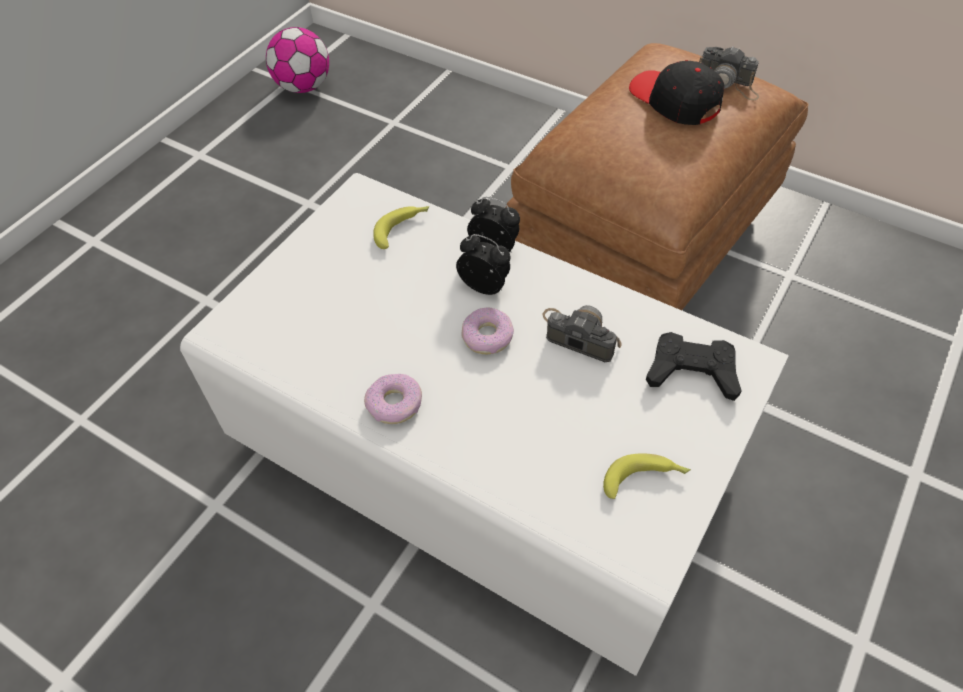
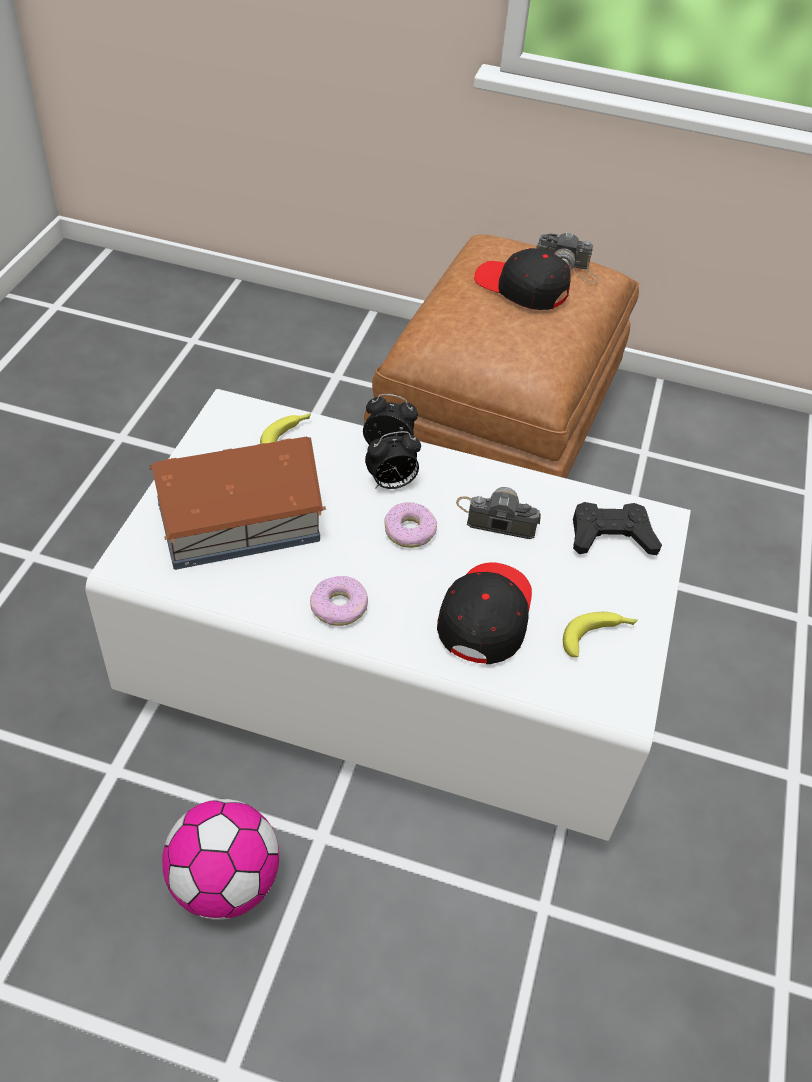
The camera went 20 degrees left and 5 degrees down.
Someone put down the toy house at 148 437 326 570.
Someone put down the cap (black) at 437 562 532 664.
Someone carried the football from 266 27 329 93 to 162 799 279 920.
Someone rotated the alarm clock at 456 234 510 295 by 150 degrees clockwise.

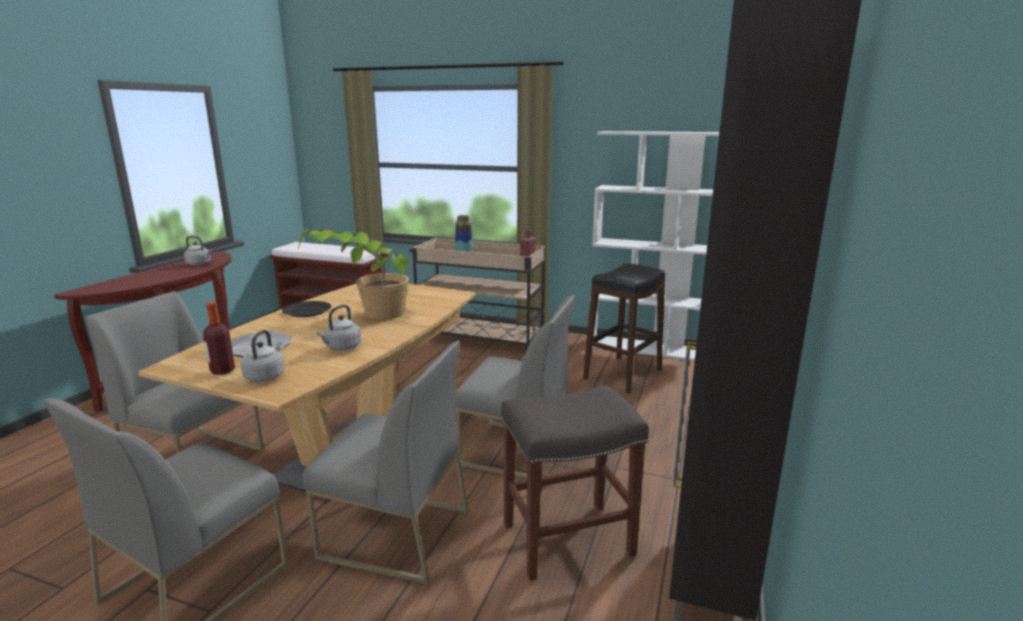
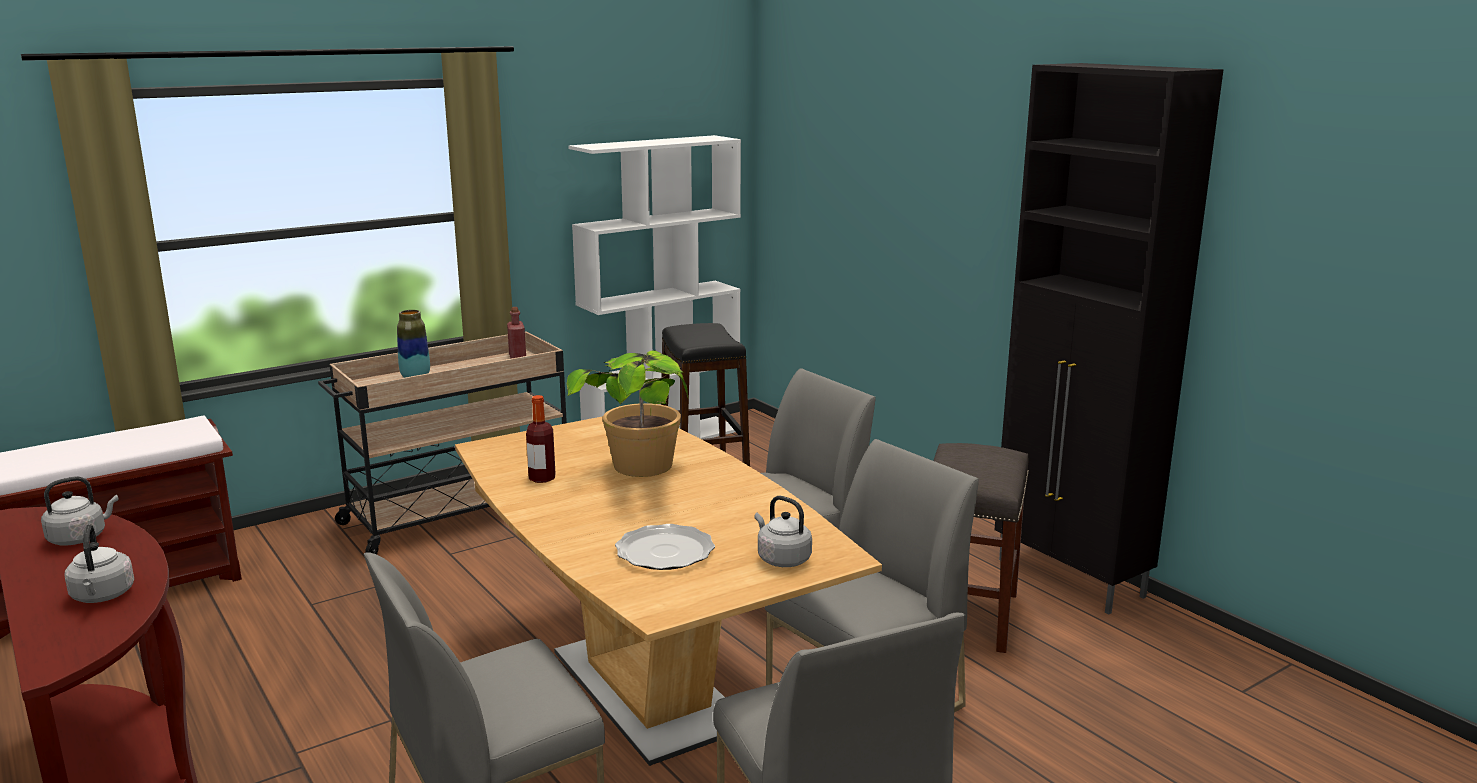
The camera went 55 degrees left and 0 degrees up.
Someone took away the plate (black) at 282 301 331 317.
Someone carried the bottle from 203 302 235 375 to 526 395 556 483.
Someone carried the kettle (grey) from 317 305 361 351 to 64 524 135 603.

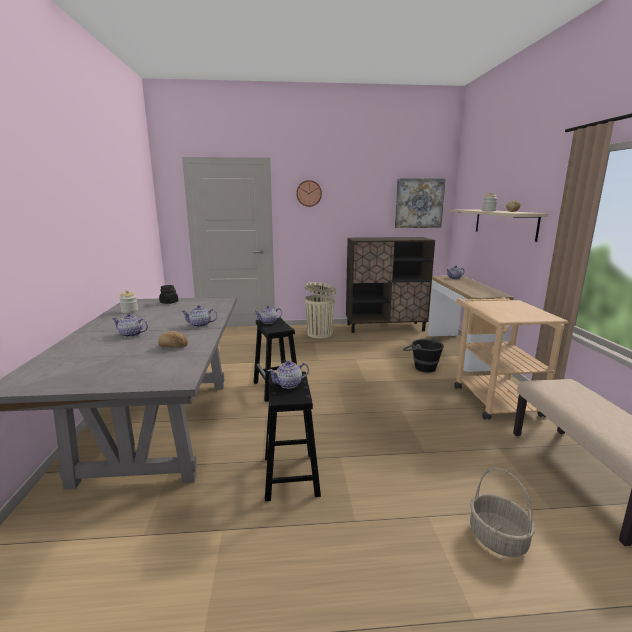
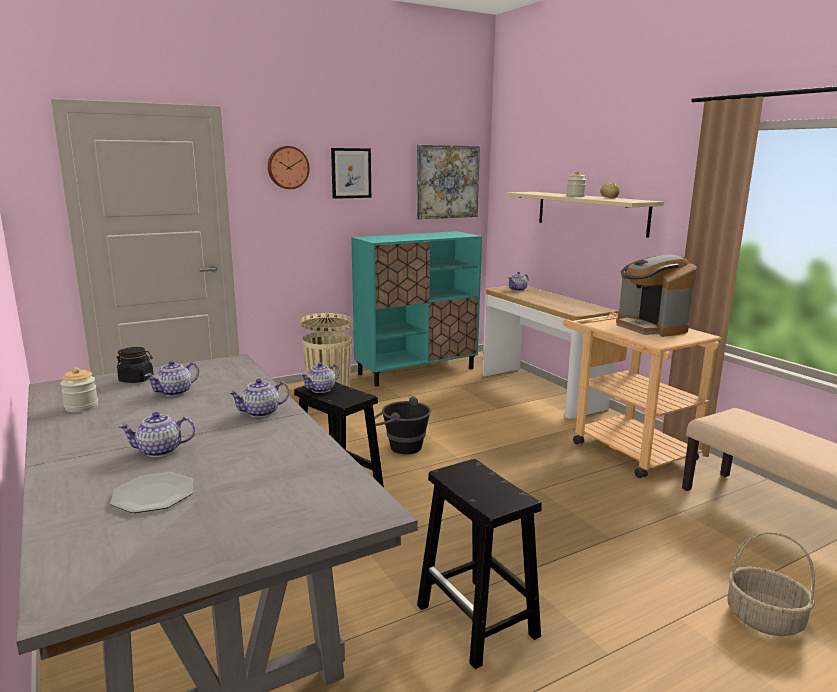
The camera went 25 degrees left and 0 degrees up.
Someone took away the bread at 158 331 188 348.
Someone put down the plate at 110 472 193 513.
Someone put up the picture at 331 148 371 199.
Someone put down the coffee machine at 616 255 697 337.
Someone carried the teapot from 267 361 309 389 to 145 361 199 396.
Someone carried the bucket (black) from 403 337 444 372 to 374 396 431 454.
Someone repainted the cabinet (brown) at 346 237 435 333, which became the cabinet (turquoise) at 351 231 482 387.

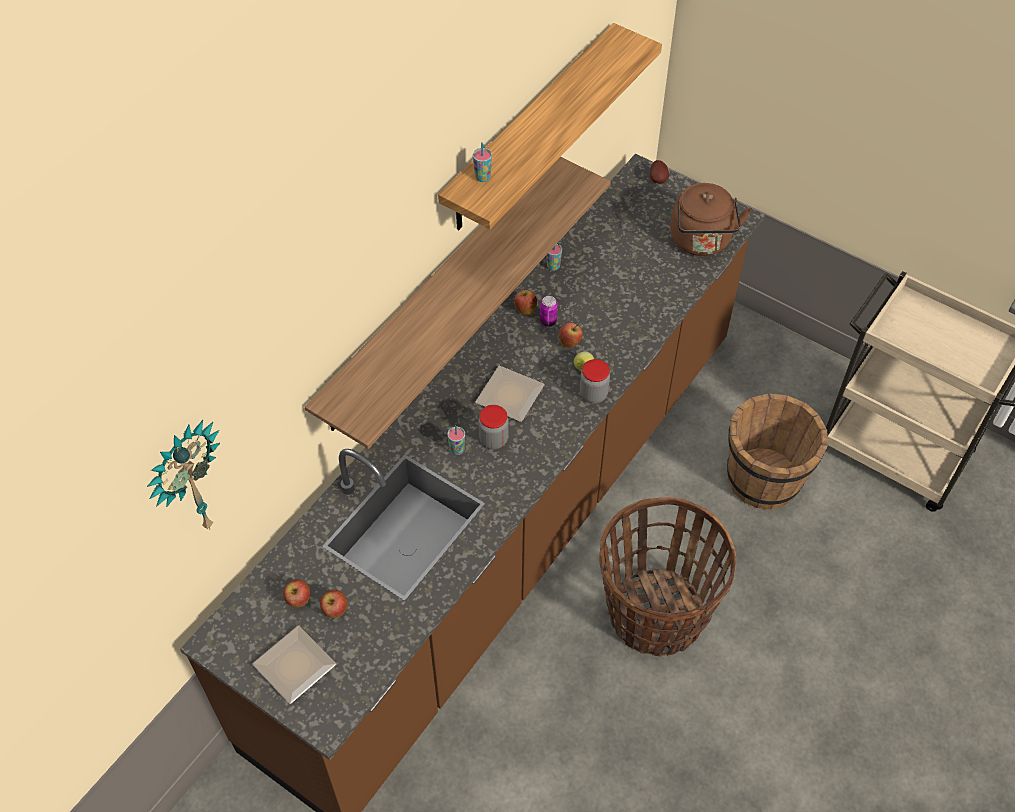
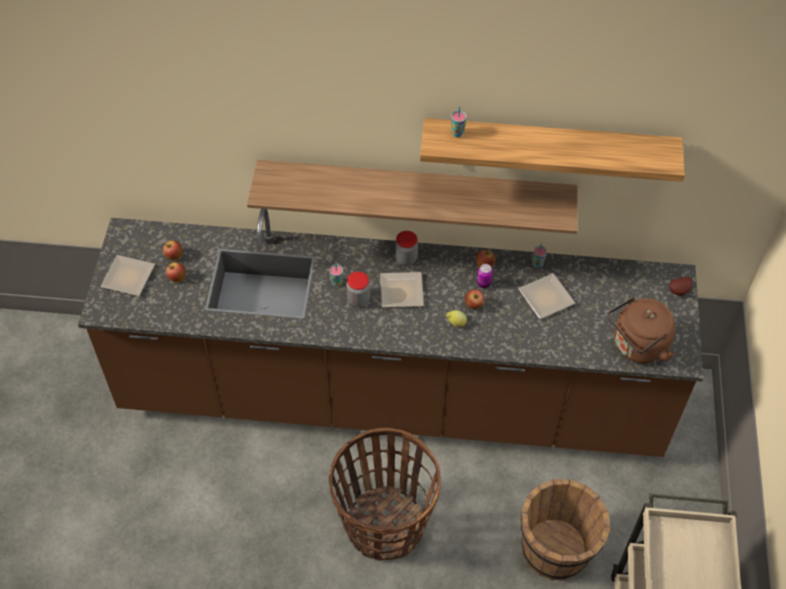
The camera went 60 degrees right and 0 degrees up.
Someone took away the wall clock at 147 420 220 529.
Someone put down the plate at 518 273 575 319.
Someone carried the jar from 580 359 610 403 to 395 231 418 266.

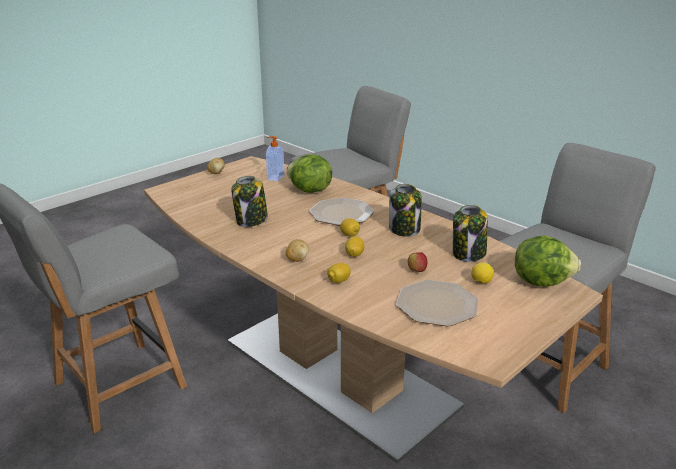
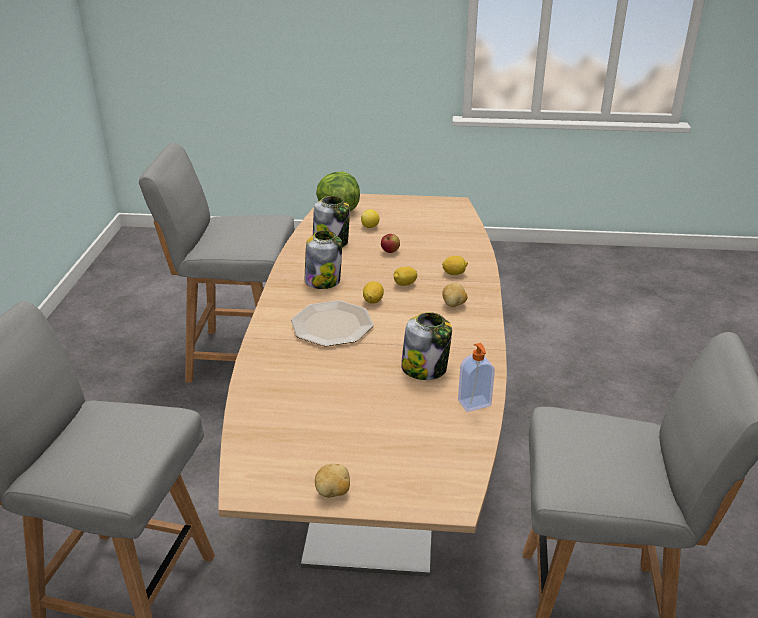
The camera went 130 degrees left and 5 degrees up.
Someone took away the lettuce at 286 154 332 193.
Someone took away the plate at 396 280 479 326.
Someone carried the soap dispenser from 266 136 284 181 to 458 343 495 412.

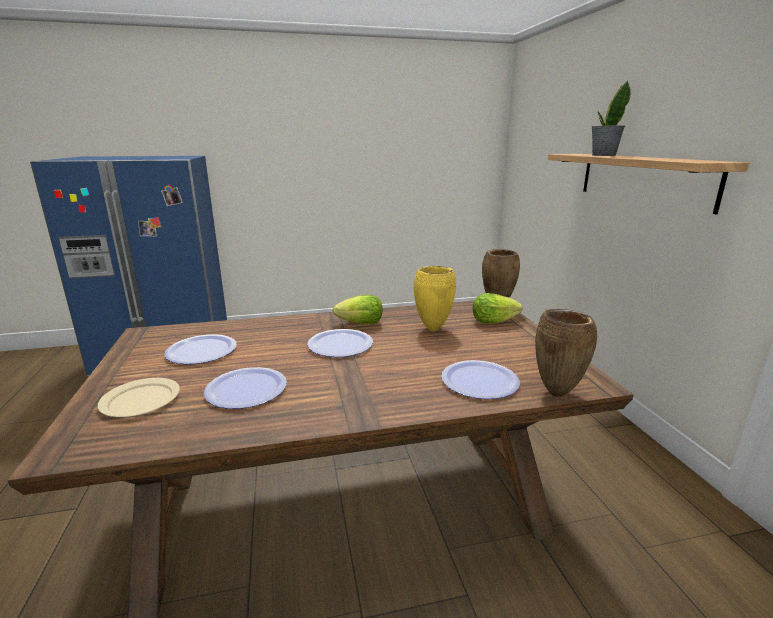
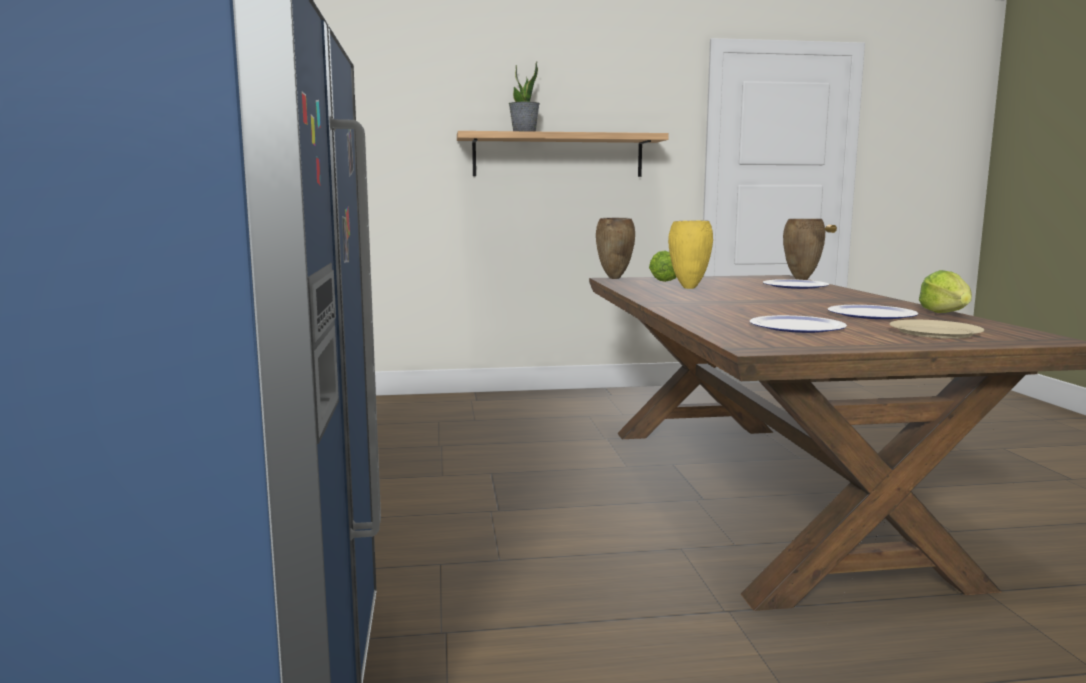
The camera went 85 degrees left and 10 degrees down.
Someone took away the plate at 307 329 373 357.
Someone carried the lettuce from 333 295 382 324 to 919 270 972 313.

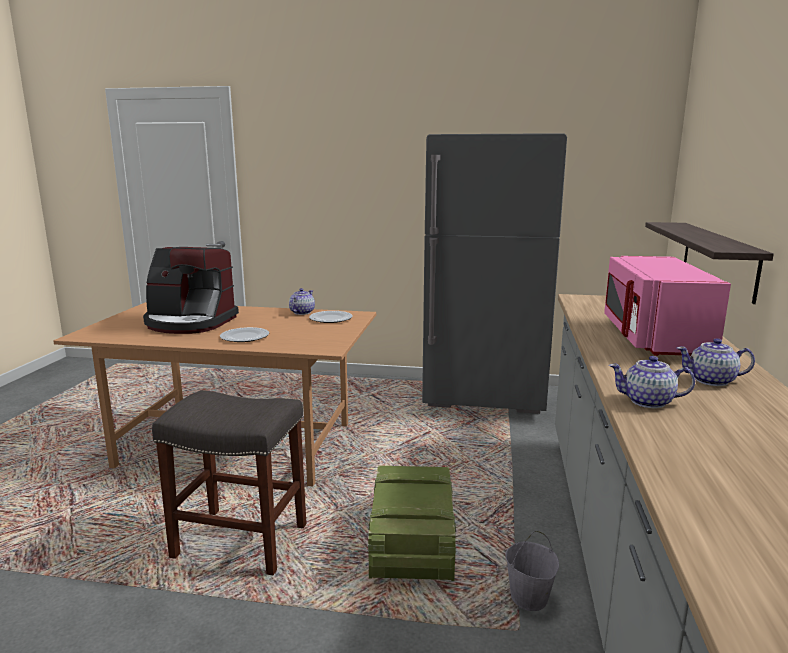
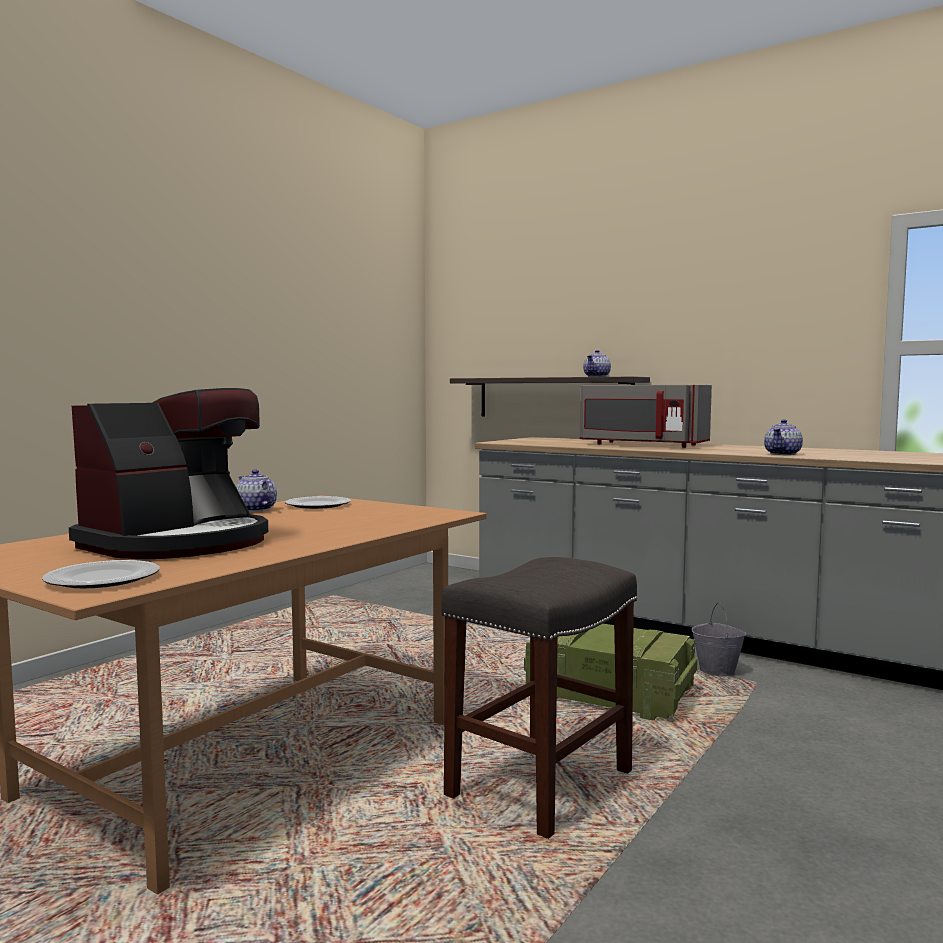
The camera went 65 degrees left and 10 degrees down.
Someone took away the fridge (grey) at 422 133 567 414.
Someone carried the plate from 220 327 269 342 to 42 560 160 588.
Someone carried the teapot from 677 338 755 386 to 583 350 611 377.
Someone repainted the microwave (pink) at 604 256 731 356, which became the microwave (grey) at 580 385 712 448.

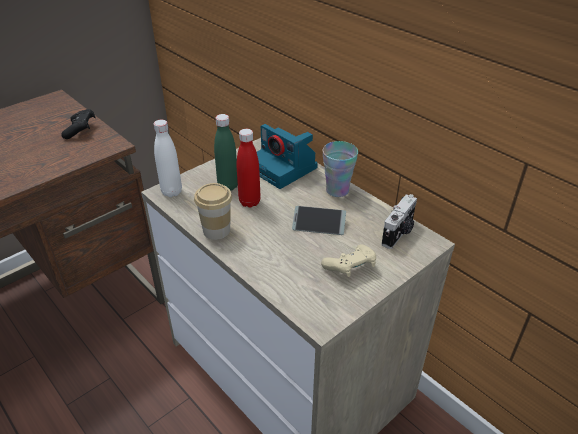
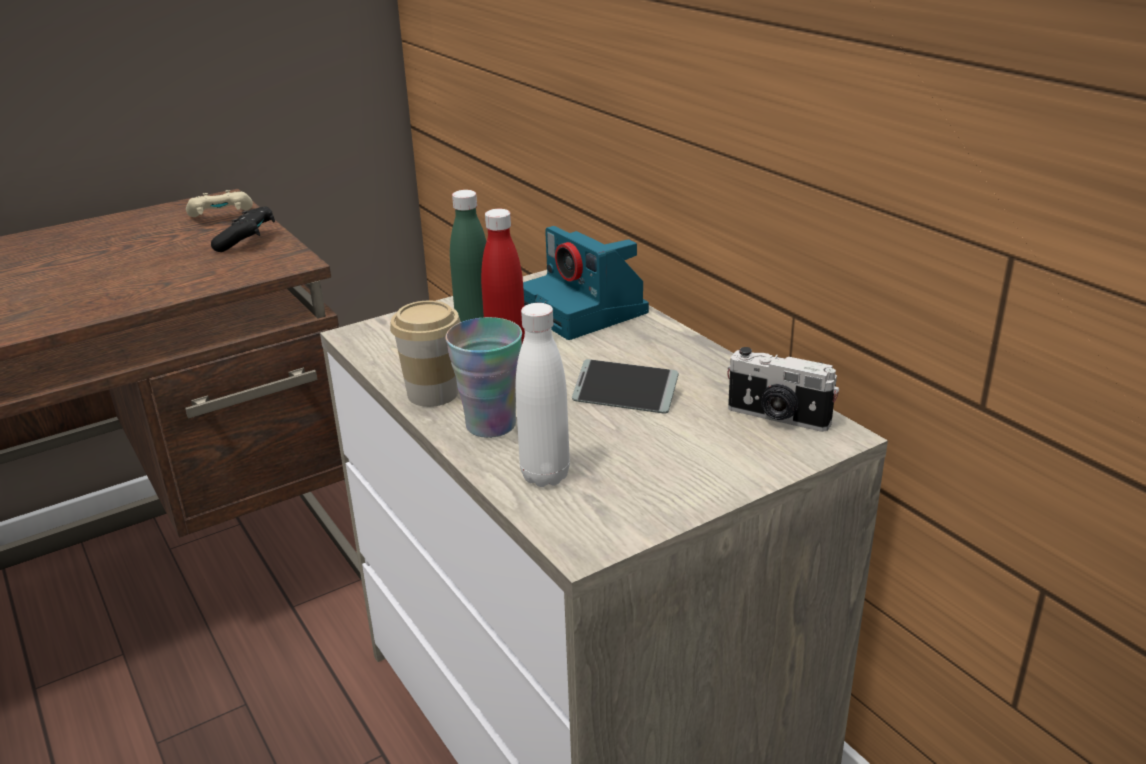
The camera went 10 degrees right and 10 degrees down.
Someone carried the bottle (white) from 153 120 182 197 to 515 303 570 487.
Someone carried the game controller (beige) from 321 244 376 277 to 186 190 253 217.
Someone carried the cup from 323 141 358 197 to 445 317 522 438.
Someone rotated the photo camera at 381 194 417 249 by 75 degrees clockwise.

